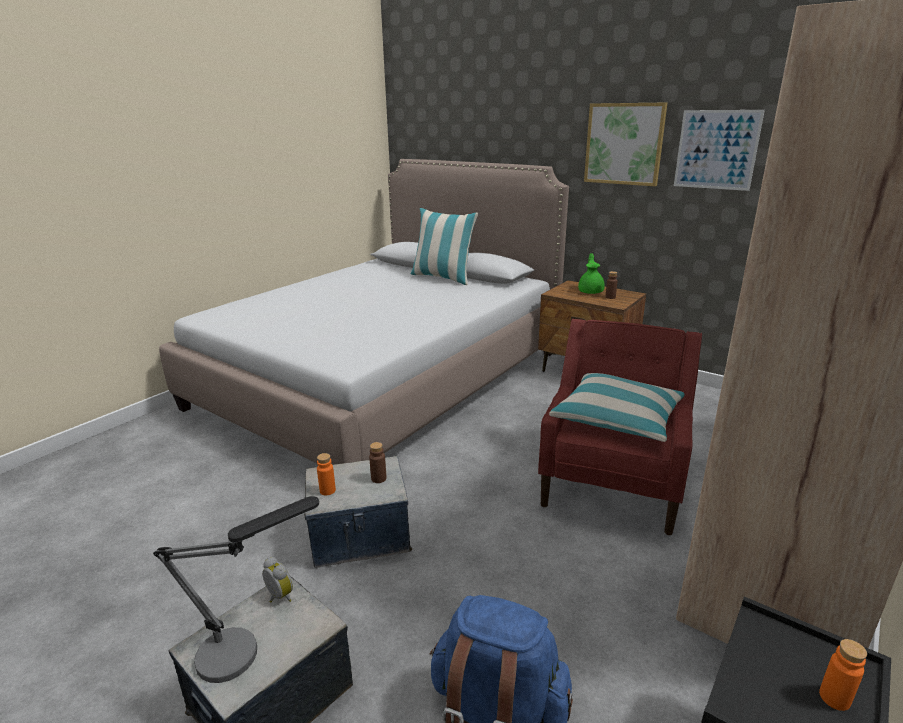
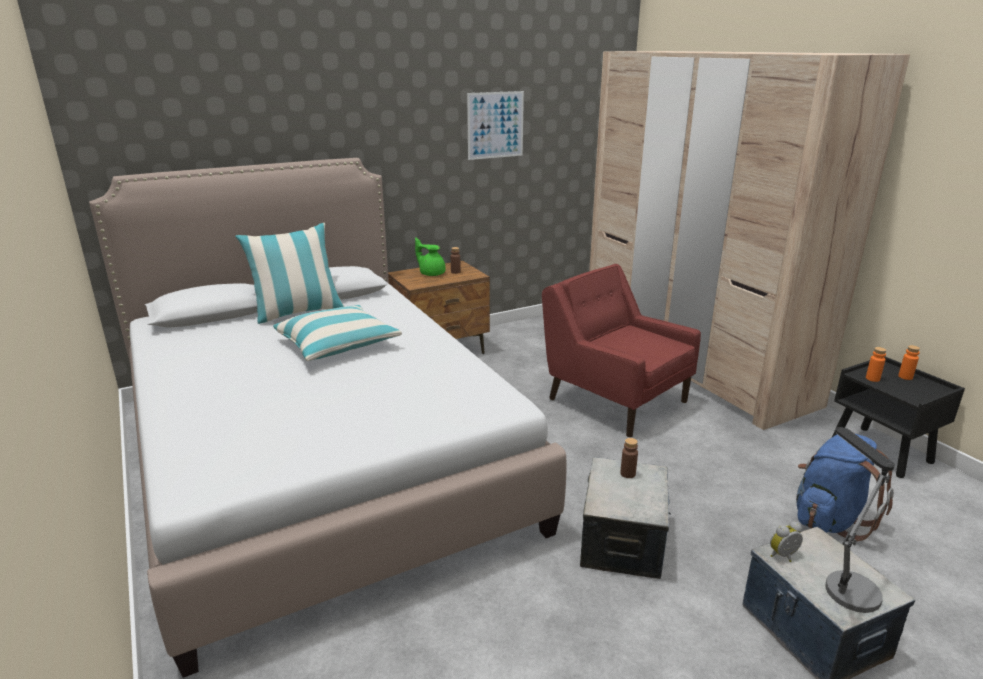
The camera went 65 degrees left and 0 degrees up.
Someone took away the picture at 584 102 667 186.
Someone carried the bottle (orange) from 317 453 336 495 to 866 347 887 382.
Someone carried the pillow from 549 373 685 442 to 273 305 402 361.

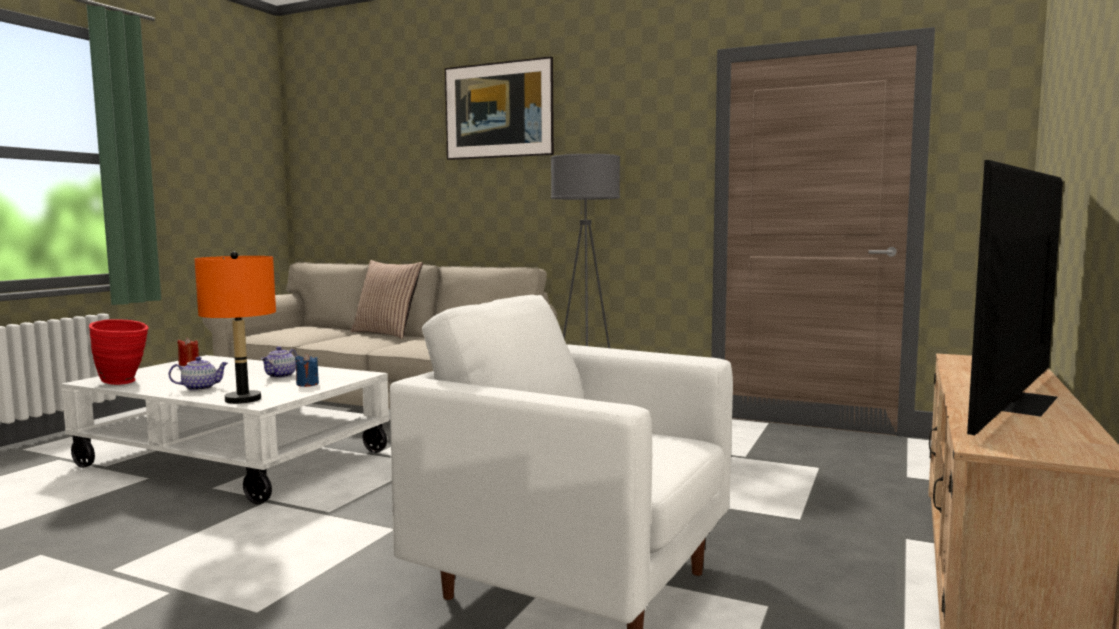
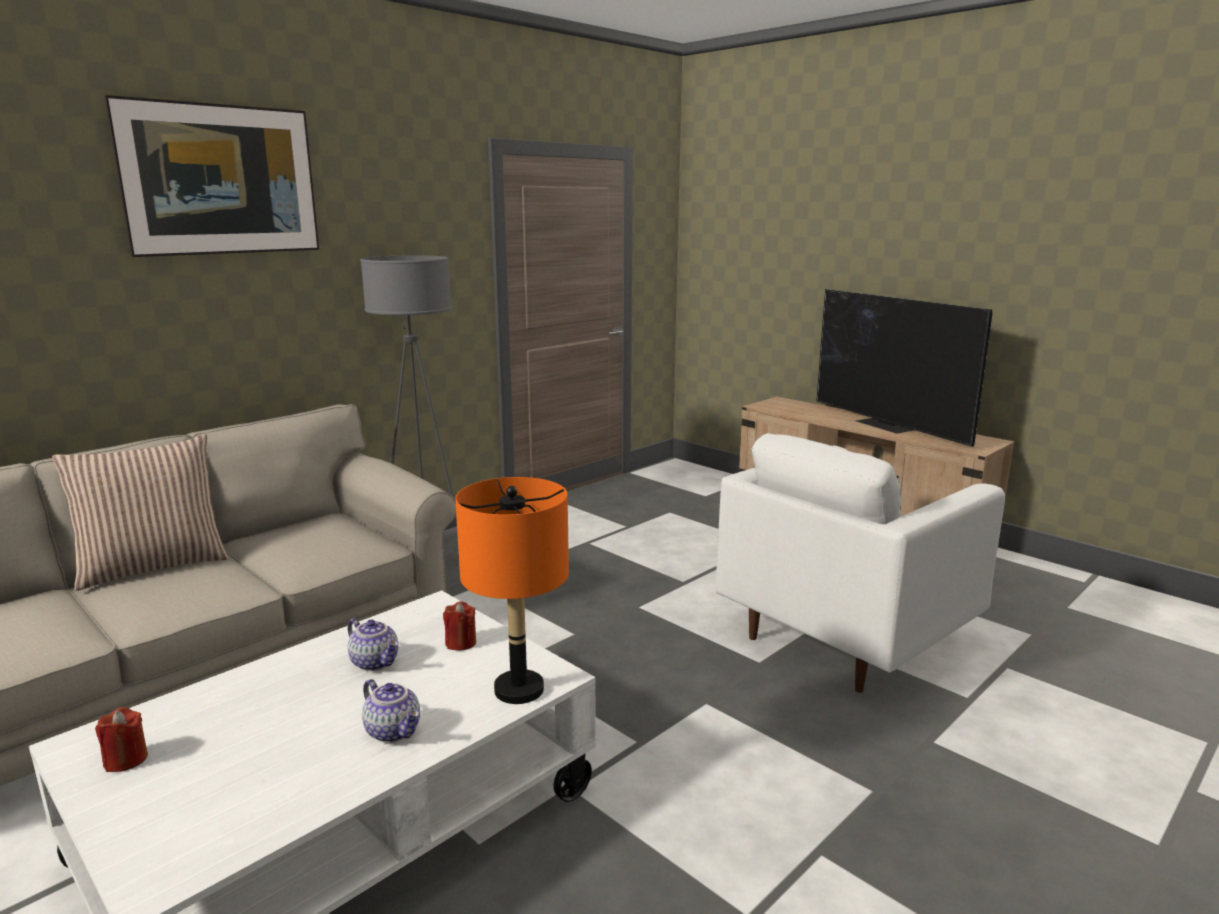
The camera went 70 degrees left and 10 degrees up.
Someone took away the vase (red) at 89 319 148 385.
Someone repainted the candle (blue) at 295 353 319 387, which became the candle (red) at 443 601 476 651.
Someone rotated the teapot at 169 357 228 391 by 135 degrees clockwise.

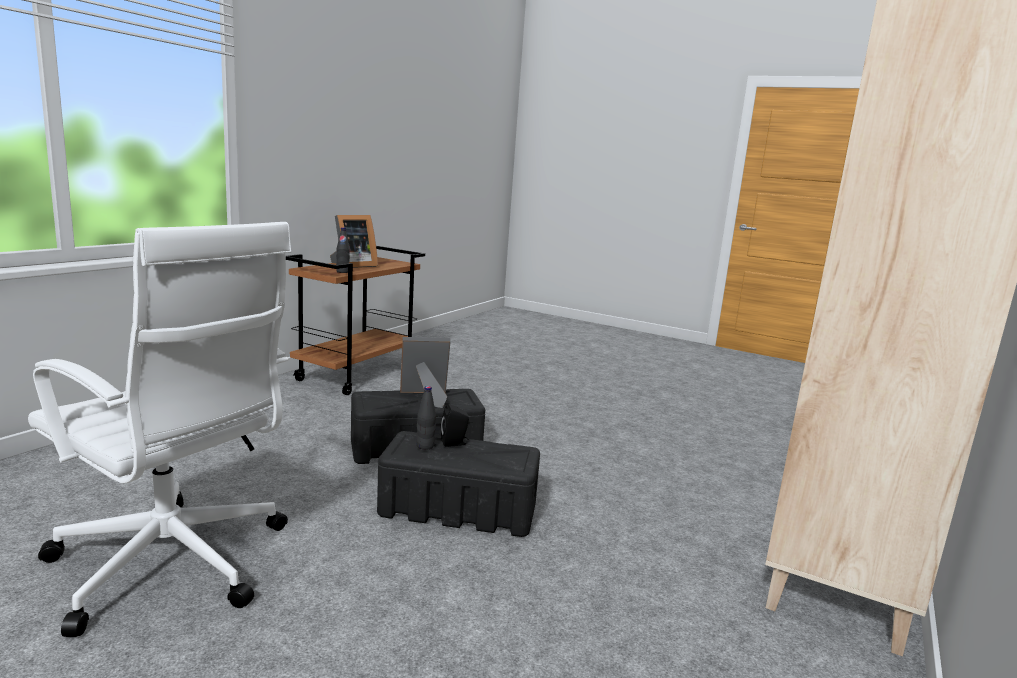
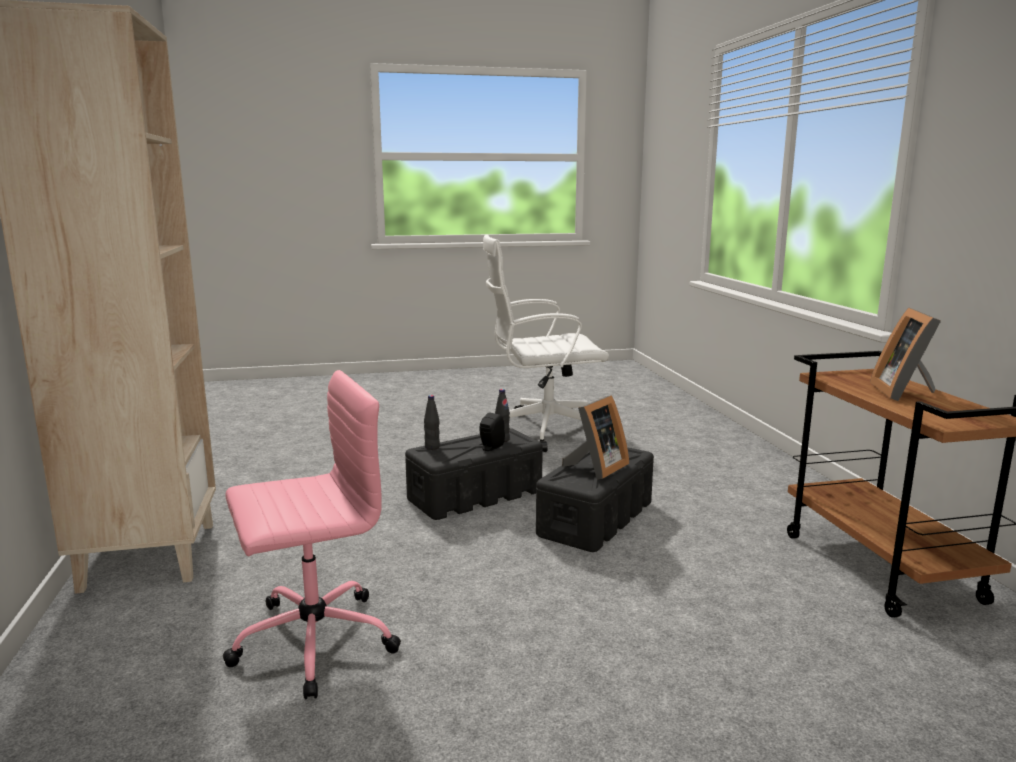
The camera went 140 degrees right and 0 degrees up.
Someone put down the office chair (pink) at 223 370 401 700.
Someone carried the bottle (black) from 336 227 350 273 to 424 395 440 450.

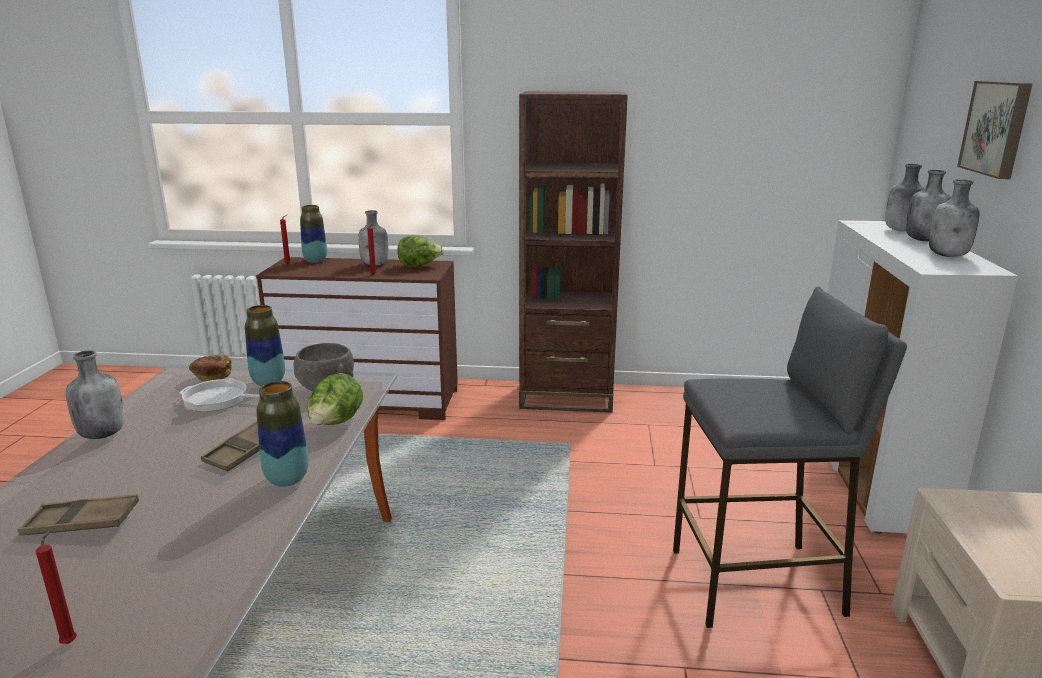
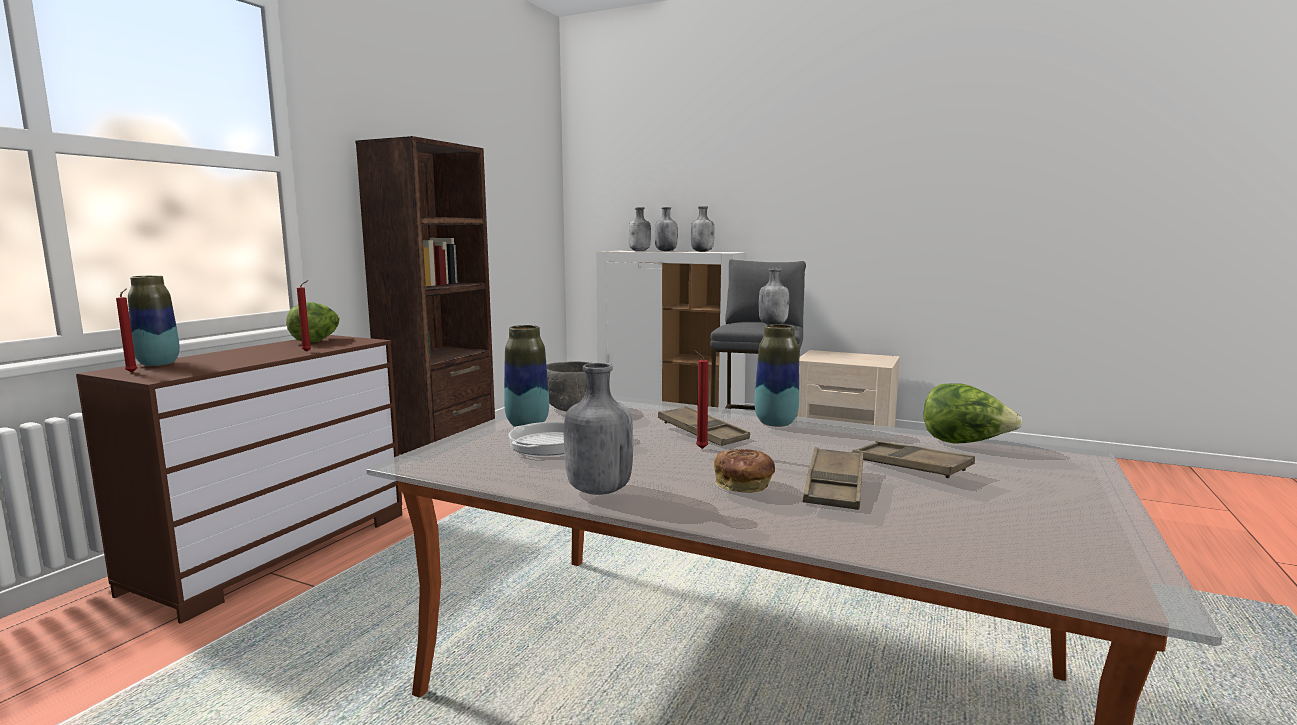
The camera went 70 degrees left and 10 degrees down.
Someone took away the picture at 957 81 1033 179.
Someone put down the tray (brown) at 852 441 975 478.
Someone carried the candle (red) from 36 529 77 644 to 694 350 709 449.
Someone carried the bread from 189 355 232 382 to 714 449 775 493.
Someone carried the lettuce from 307 373 363 425 to 924 383 1023 443.
Someone carried the bottle (grey) from 358 210 388 266 to 759 268 789 325.

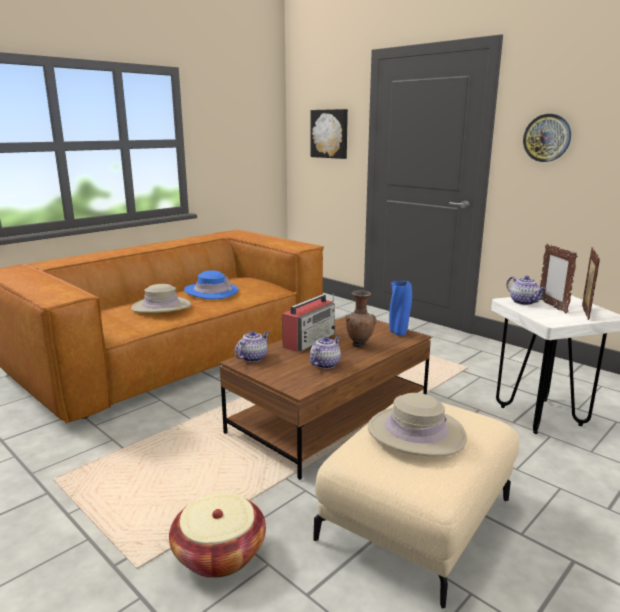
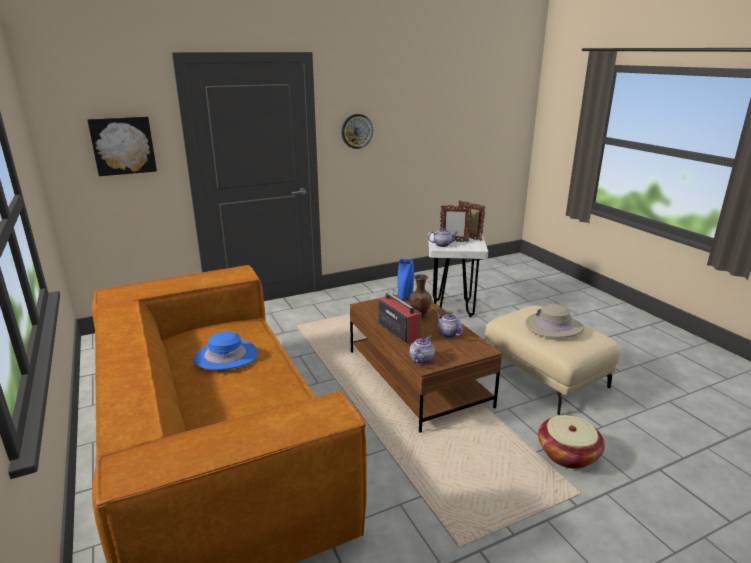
The camera went 70 degrees left and 5 degrees up.
Someone took away the hat (beige) at 131 284 191 313.
Someone rotated the teapot at 234 331 269 362 by 60 degrees clockwise.

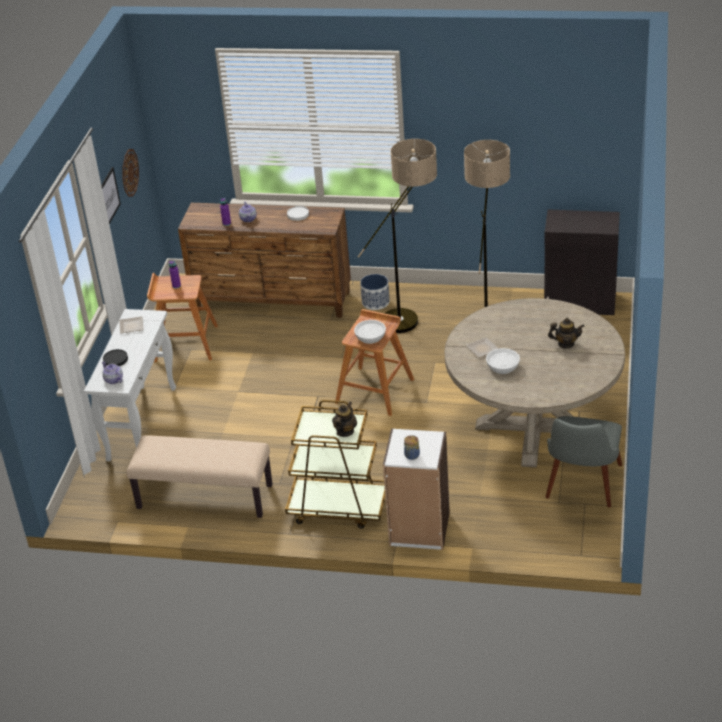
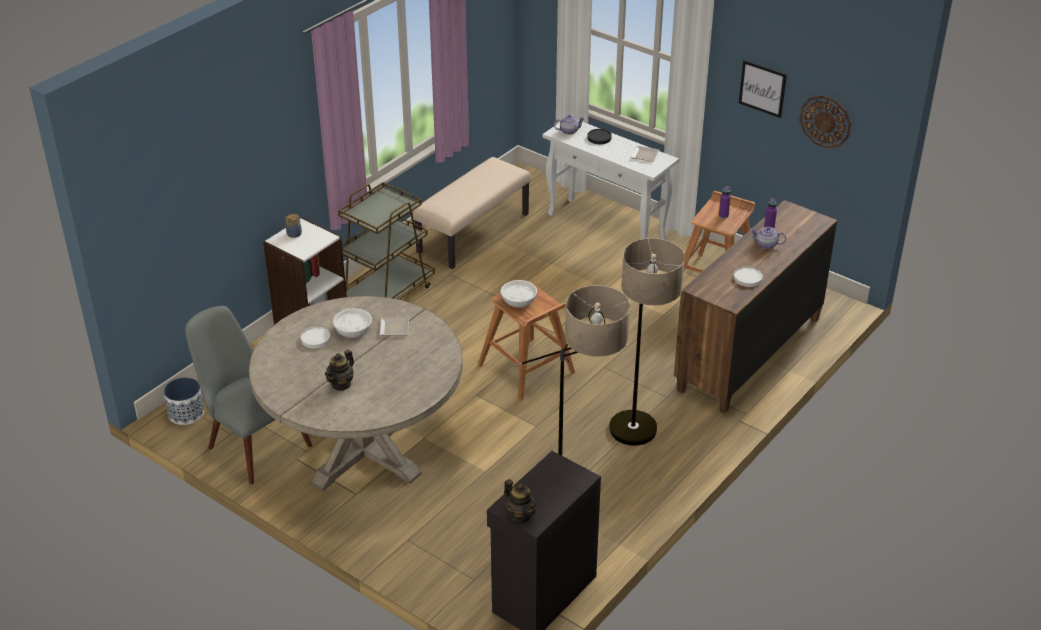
The camera went 115 degrees right and 0 degrees up.
Someone put down the plate (white) at 301 327 331 349.
Someone carried the teapot from 332 401 357 437 to 504 479 537 523.
Someone carried the planter from 360 274 390 310 to 163 377 204 425.

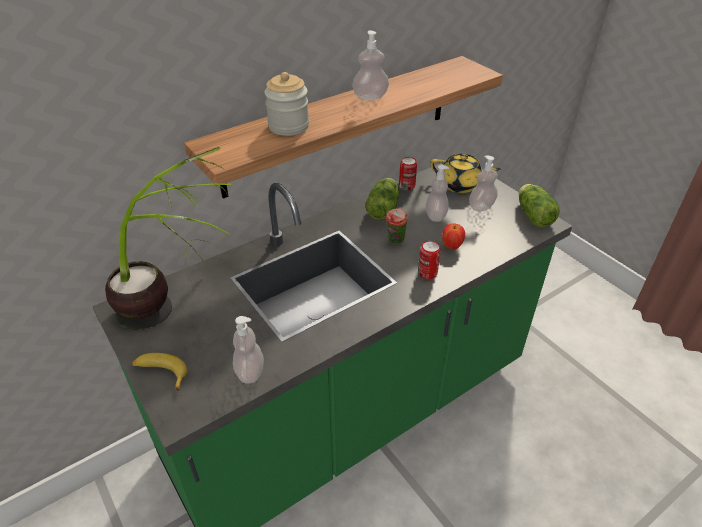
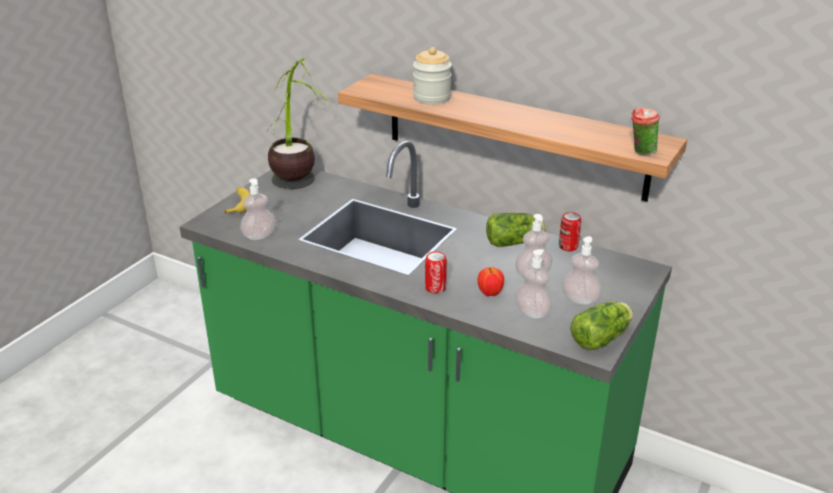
The camera went 65 degrees right and 10 degrees down.
Someone took away the teapot (yellow) at 430 154 501 193.
Someone carried the soap dispenser from 352 30 389 101 to 515 249 552 319.
Someone carried the cup from 385 208 408 245 to 631 107 660 155.

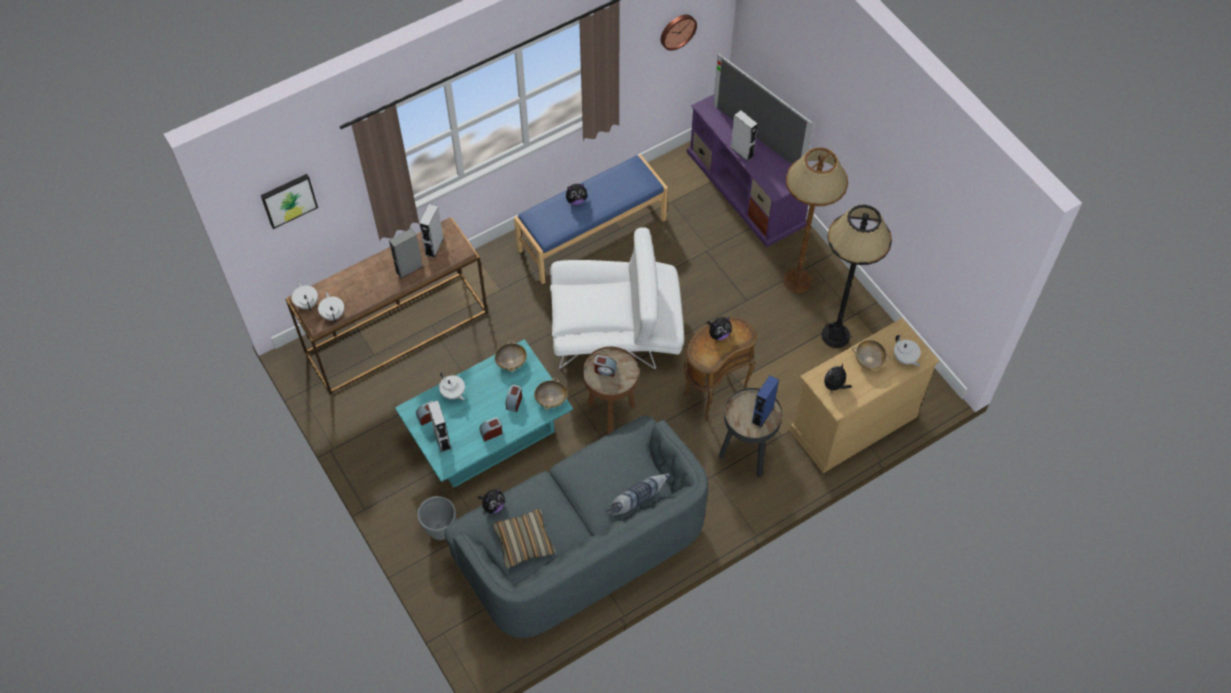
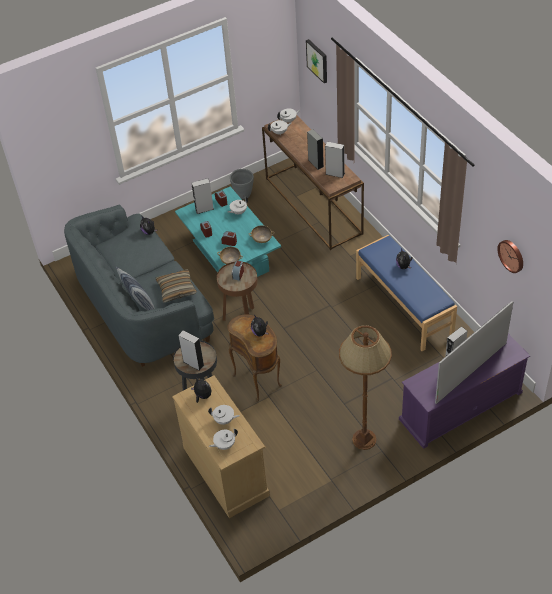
The camera went 95 degrees right and 10 degrees down.
Someone took away the armchair (white) at 550 227 684 369.
Someone took away the floor lamp (black) at 821 204 892 348.
Someone carried the planter (grey) from 417 496 456 540 to 230 169 254 199.
Someone carried the pillow from 493 509 556 569 to 155 269 197 303.
Someone swapped the bowl (beige) at 852 340 891 370 for the teapot (white) at 208 405 240 425.
Someone repainted the speaker (blue) at 751 375 779 428, which became the speaker (grey) at 178 330 204 371.

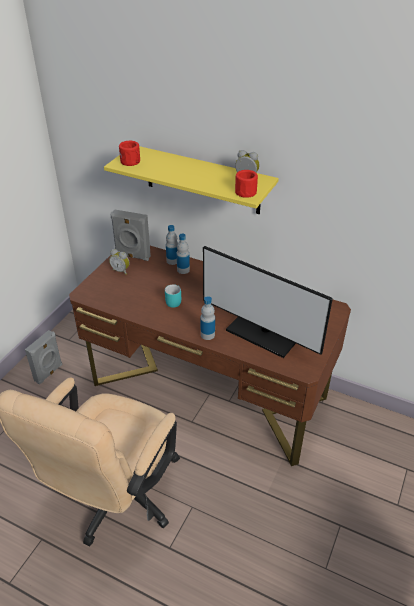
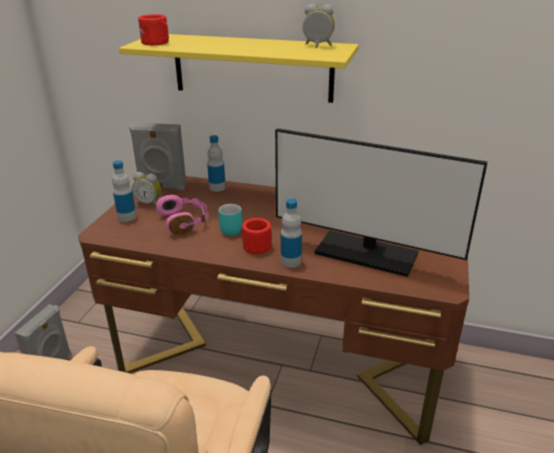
The camera went 10 degrees left and 10 degrees down.
Someone put down the headphones (pink) at 156 194 209 235.
Someone carried the bottle from 176 234 190 274 to 112 160 136 222.
Someone carried the mug (red) from 235 170 258 198 to 242 218 271 254.

